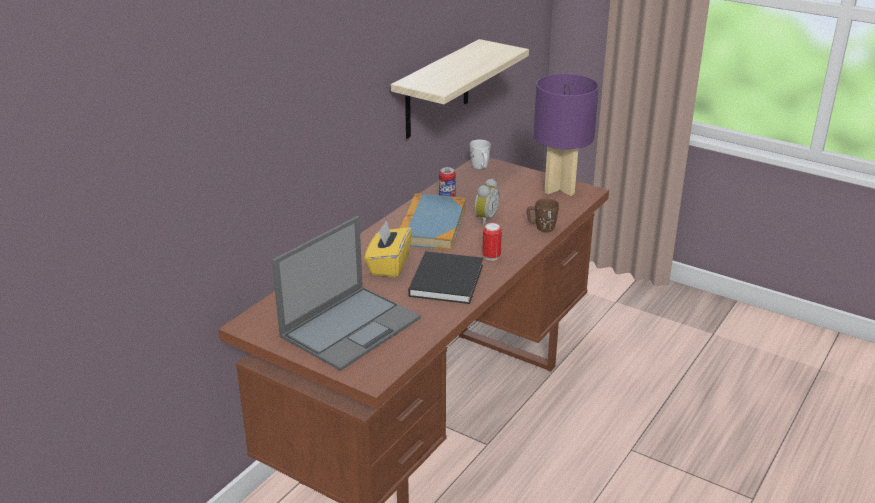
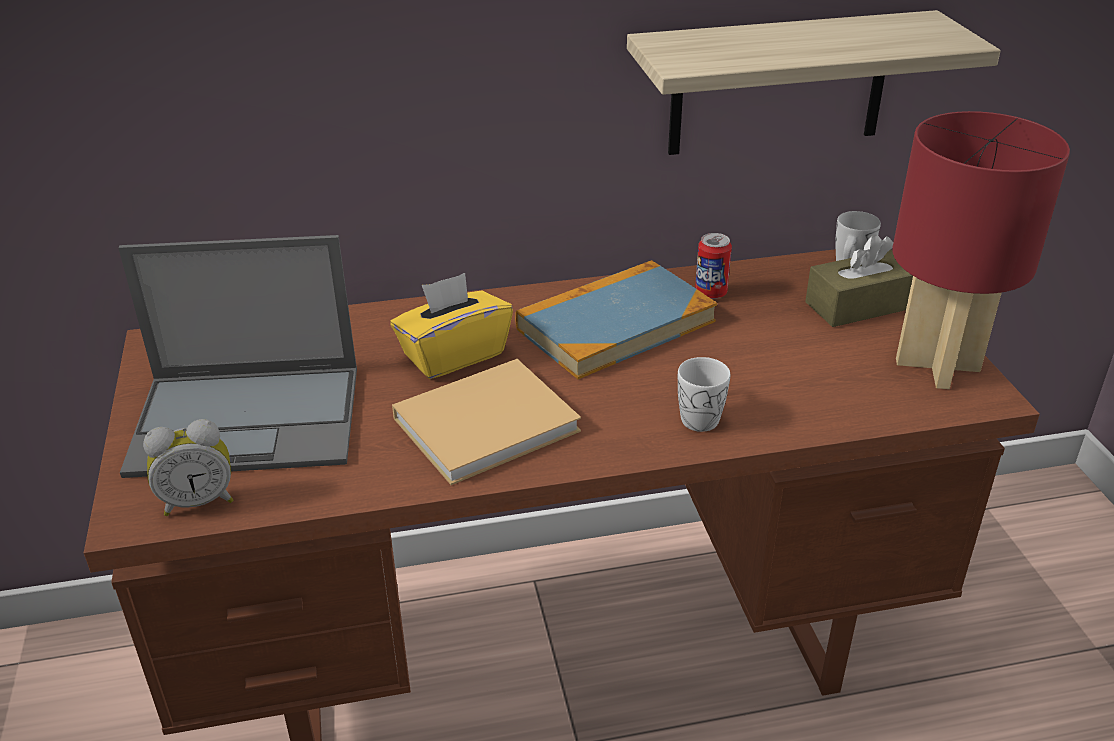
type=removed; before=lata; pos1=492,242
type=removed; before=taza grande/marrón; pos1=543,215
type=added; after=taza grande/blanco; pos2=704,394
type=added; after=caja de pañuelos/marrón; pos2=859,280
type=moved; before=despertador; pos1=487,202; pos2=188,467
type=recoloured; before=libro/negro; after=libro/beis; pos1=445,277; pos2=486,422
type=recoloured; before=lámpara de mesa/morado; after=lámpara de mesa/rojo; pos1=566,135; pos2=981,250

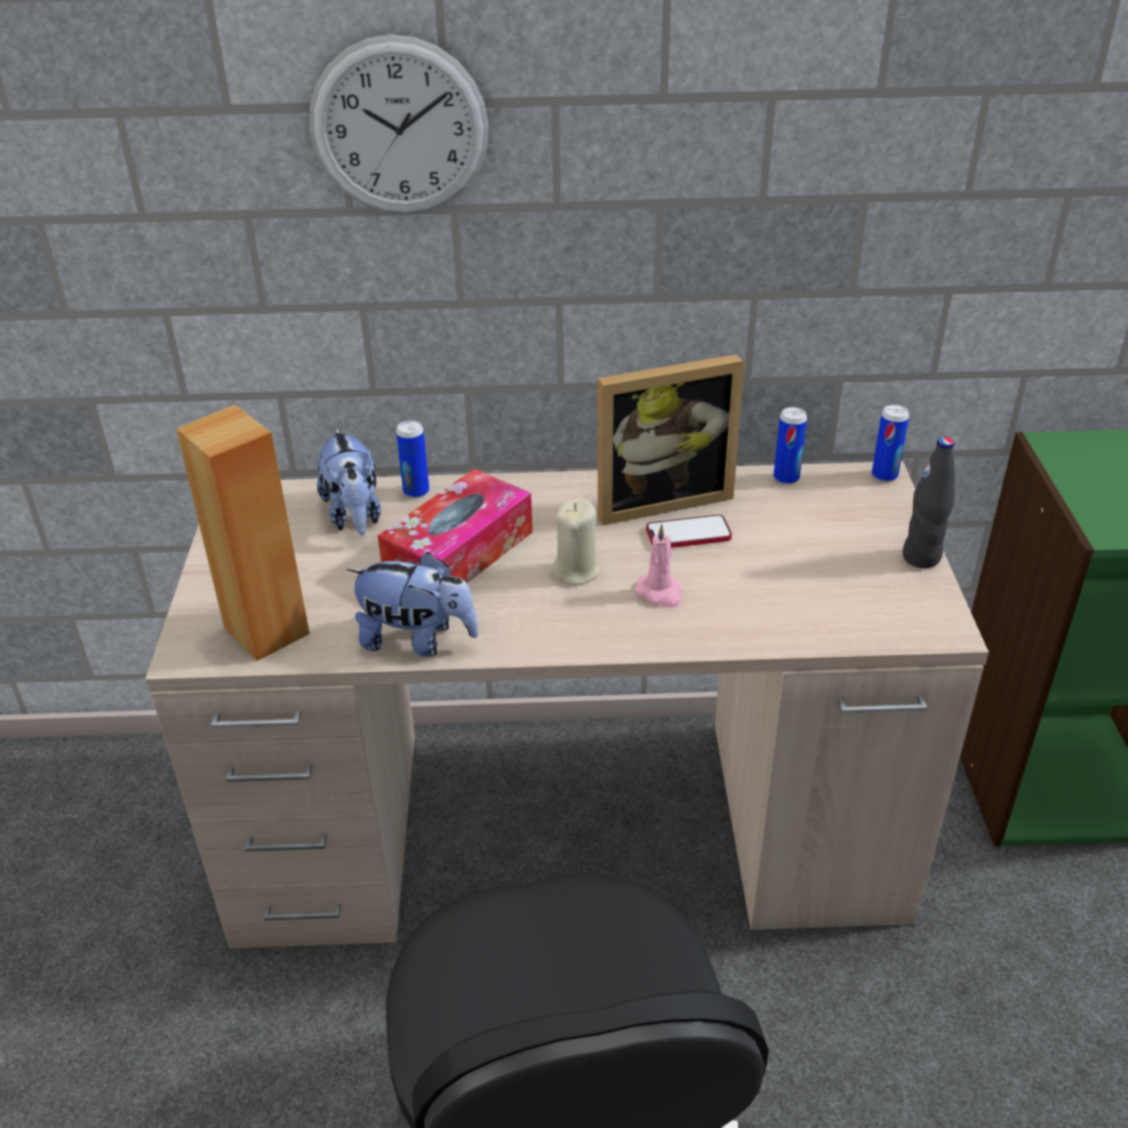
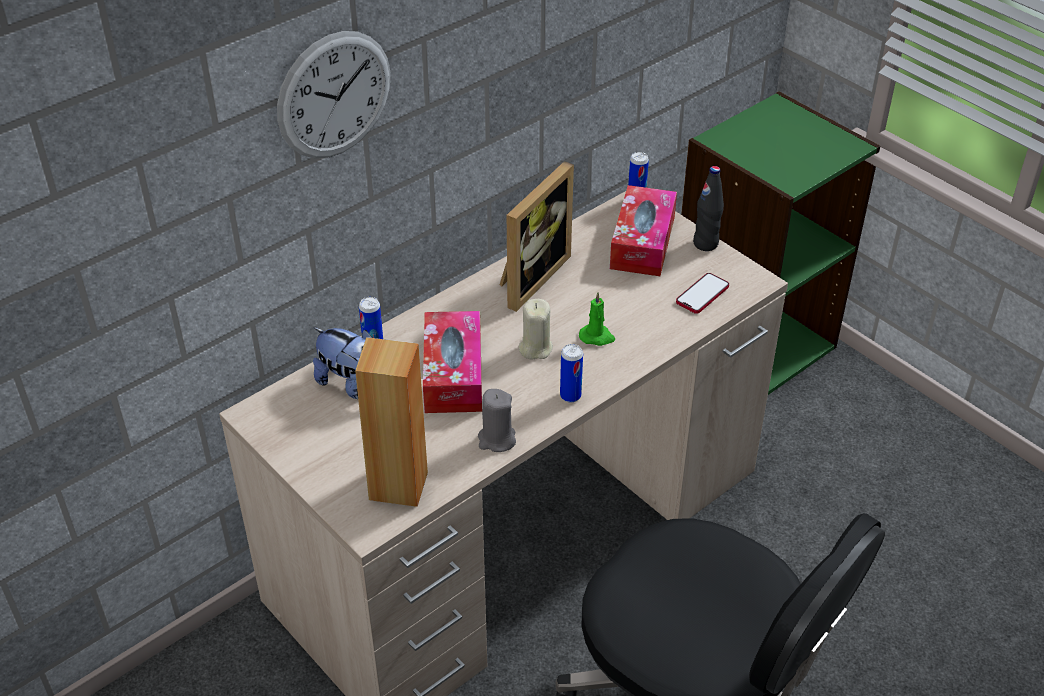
type=added; after=caja de pañuelos; pos2=643,230
type=moved; before=móvil; pos1=689,531; pos2=702,293
type=moved; before=lata; pos1=790,446; pos2=571,373
type=replaced; before=peluche; after=vela/gris; pos1=412,604; pos2=497,420
type=recoloured; before=vela/rosa; after=vela/verde; pos1=658,566; pos2=597,319

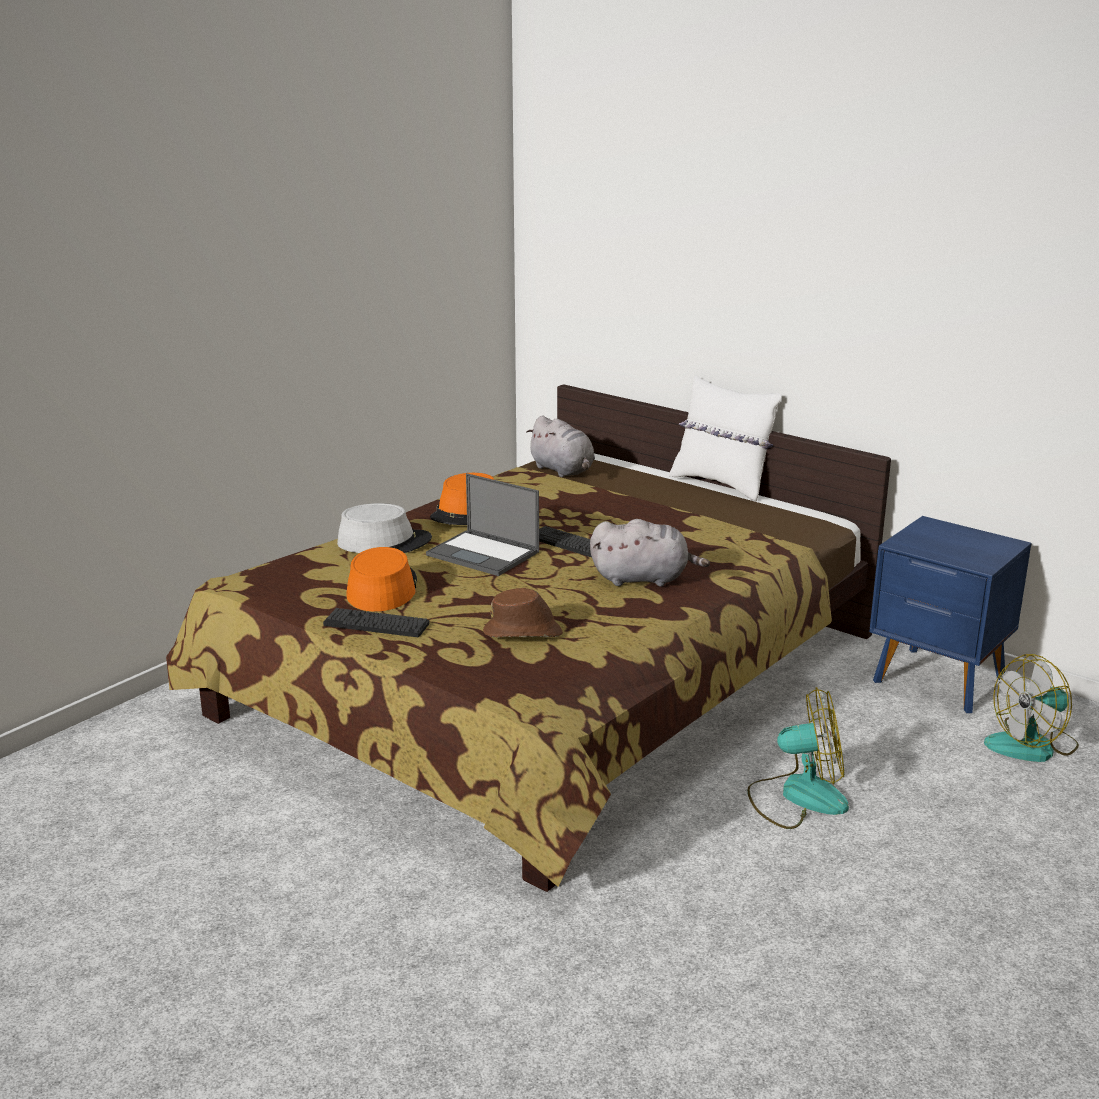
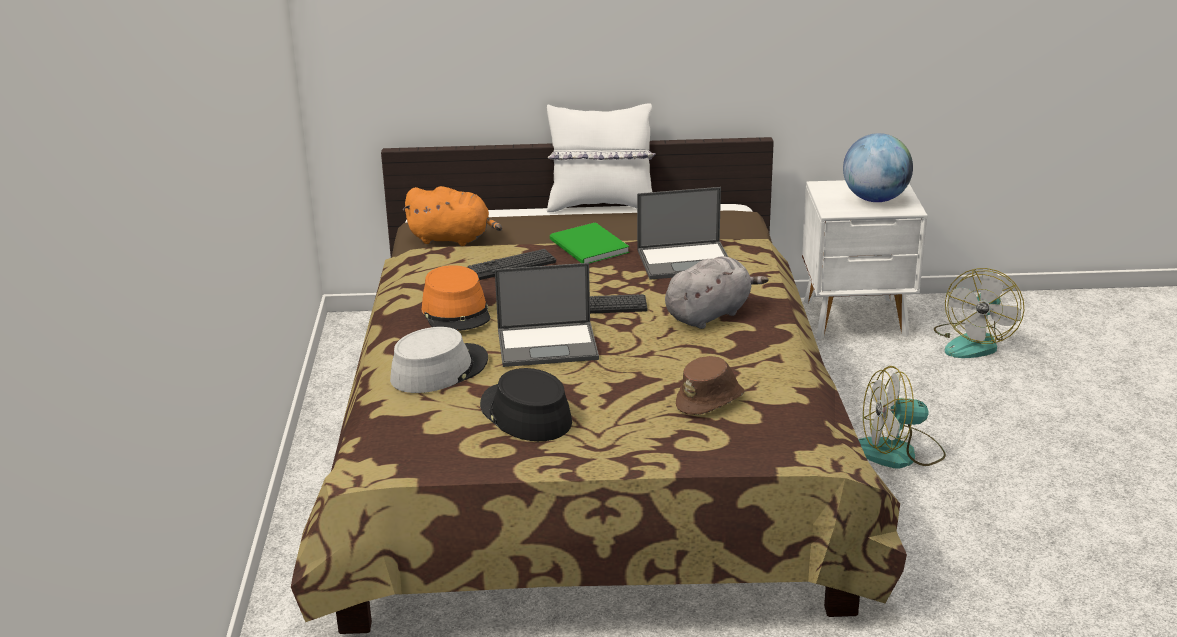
type=added; after=libro/verde; pos2=589,242
type=added; after=portátil; pos2=682,233
type=added; after=globo terráqueo; pos2=878,167
type=moved; before=teclado; pos1=376,622; pos2=511,264
type=recoloured; before=sombrero/naranja; after=sombrero/negro; pos1=381,579; pos2=526,404
type=recoloured; before=peluche/gris; after=peluche/naranja; pos1=560,446; pos2=452,216
type=recoloured; before=mesita de noche/azul; after=mesita de noche/blanco; pos1=951,614; pos2=864,259
type=turned; before=ventilador; pos1=798,758; pos2=902,417; turn=-150

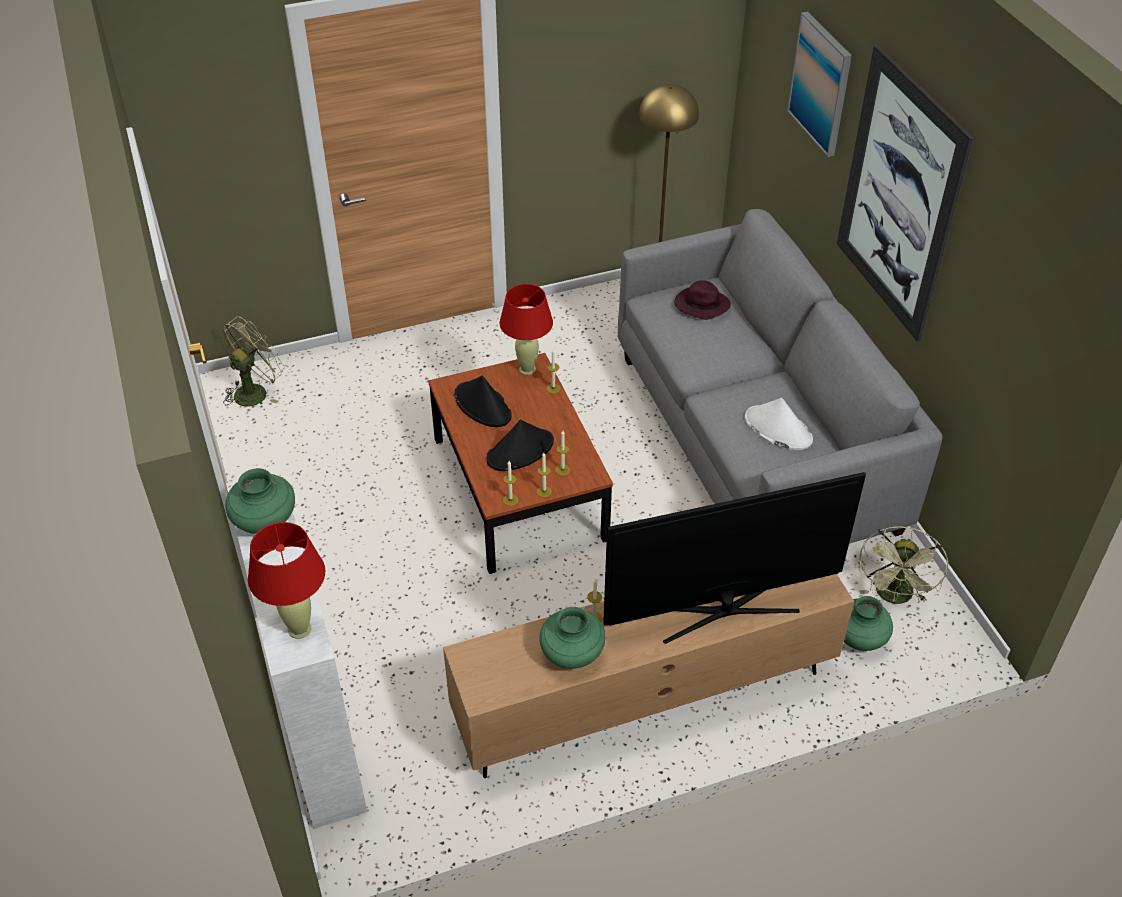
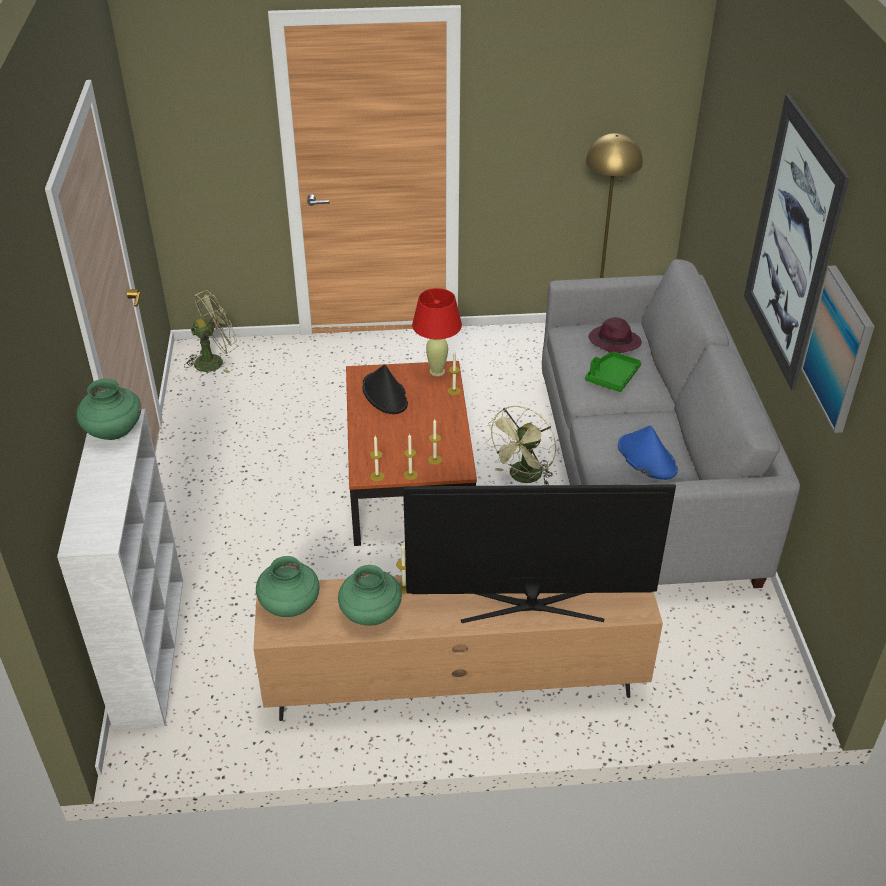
type=removed; before=lámpara de mesa/rojo; pos1=286,580
type=removed; before=sombrero/negro; pos1=520,445
type=added; after=bandeja/verde; pos2=613,372
type=moved; before=cuadro; pos1=819,84; pos2=838,349
type=moved; before=florero/verde; pos1=868,623; pos2=287,586
type=moved; before=ventilador/verde; pos1=904,565; pos2=521,445
type=recoloured; before=sombrero/blanco; after=sombrero/azul; pos1=779,424; pos2=648,452

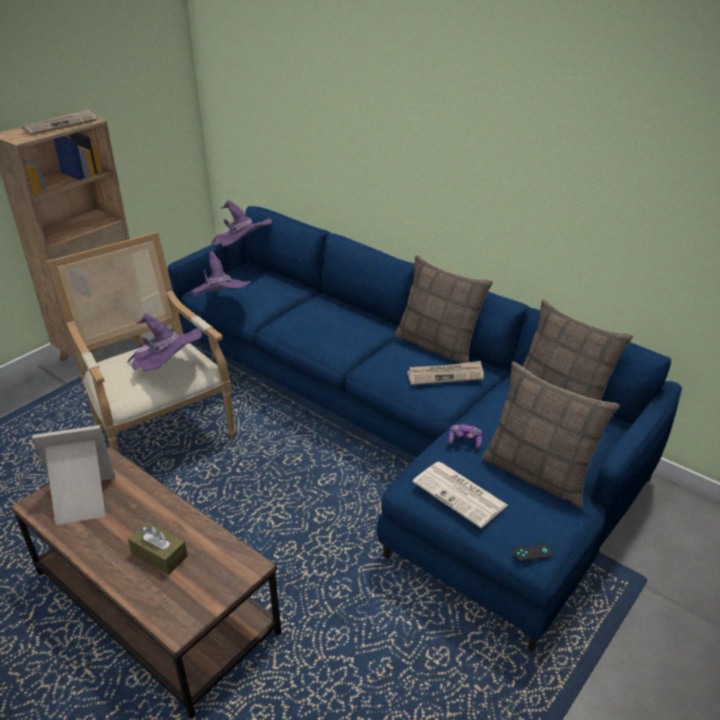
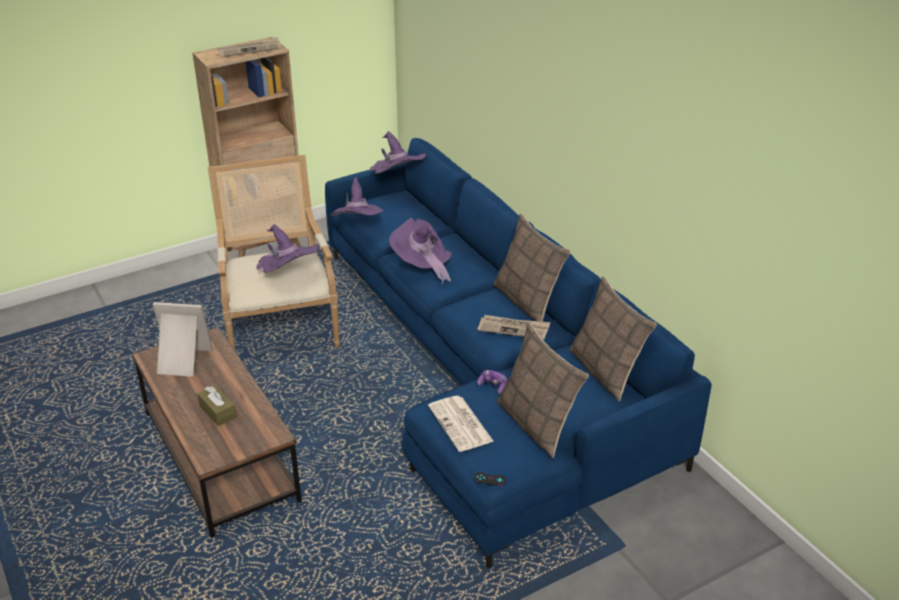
type=added; after=sombrero/morado; pos2=420,251

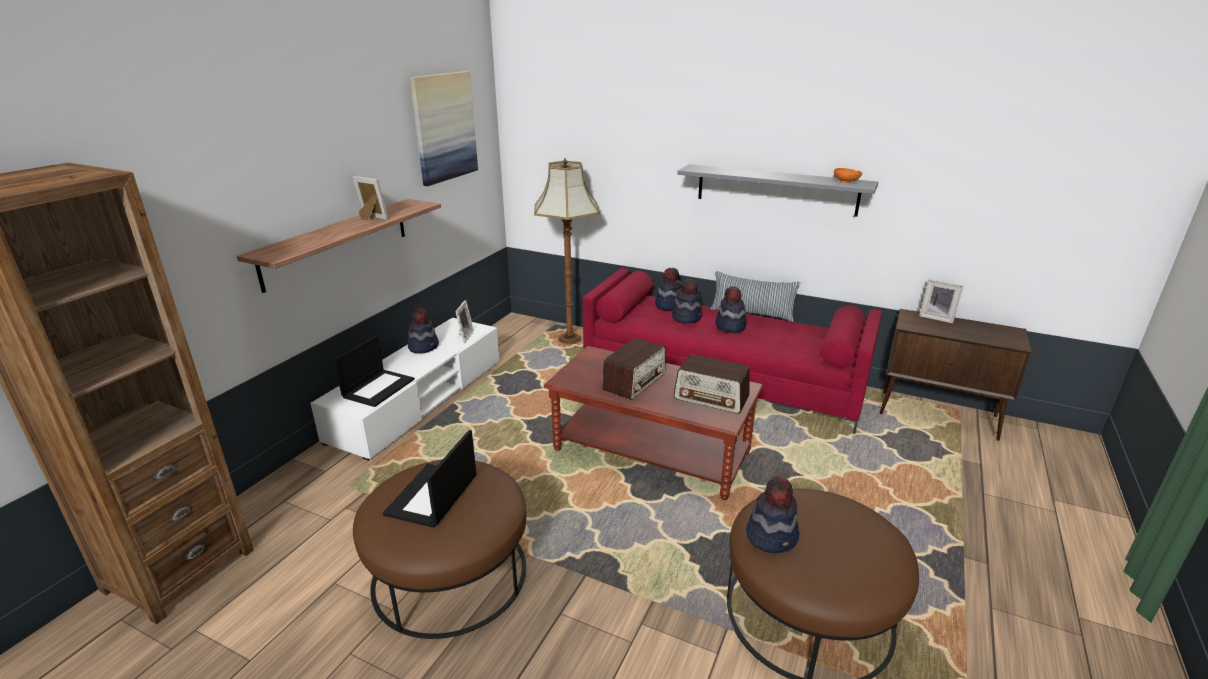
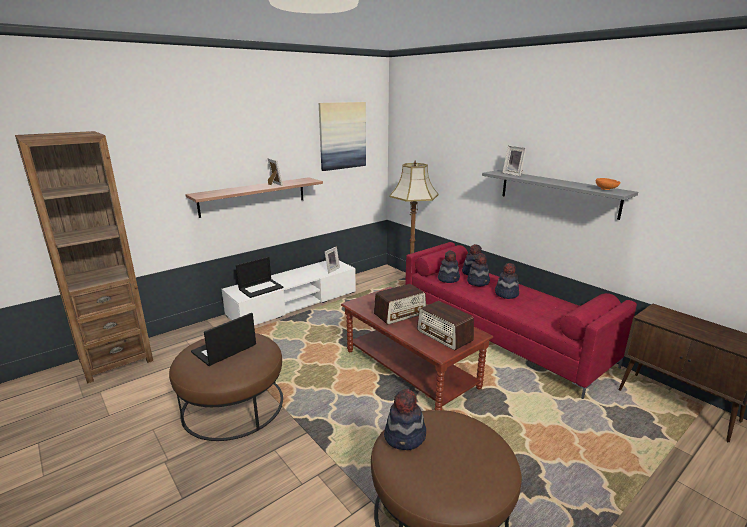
type=removed; before=cojín; pos1=755,296
type=moved; before=sombrero; pos1=423,330; pos2=449,266
type=moved; before=portarretratos; pos1=941,301; pos2=514,161

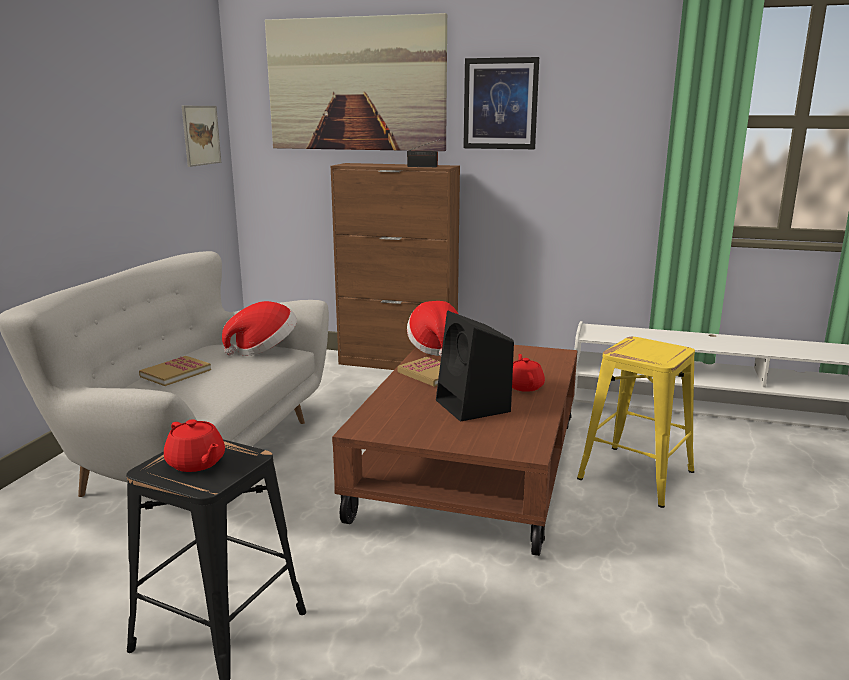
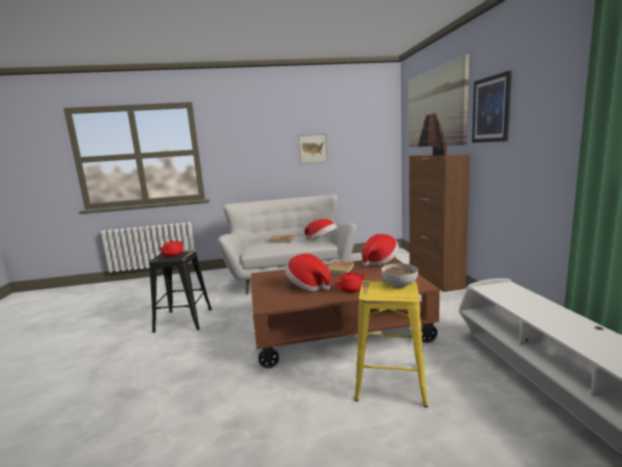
type=added; after=cuenco; pos2=399,275
type=moved; before=cuadro; pos1=201,136; pos2=313,149
type=replaced; before=altavoz/negro; after=sombrero; pos1=475,366; pos2=308,272

